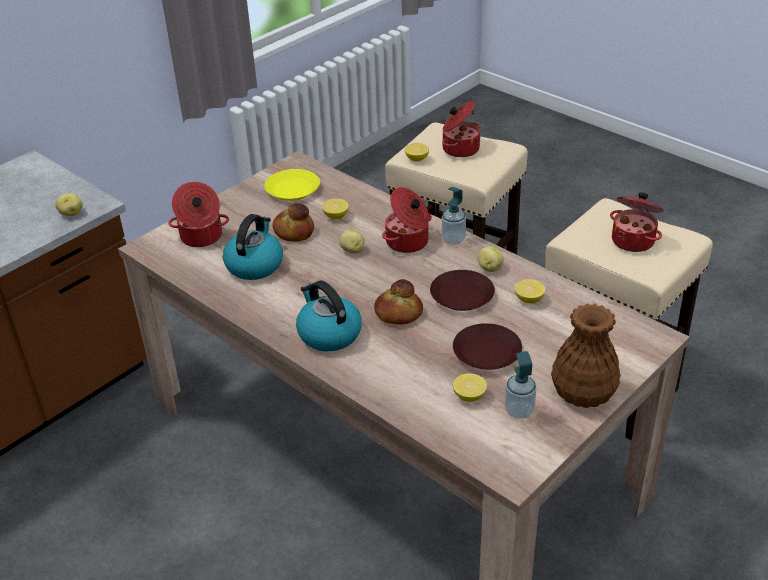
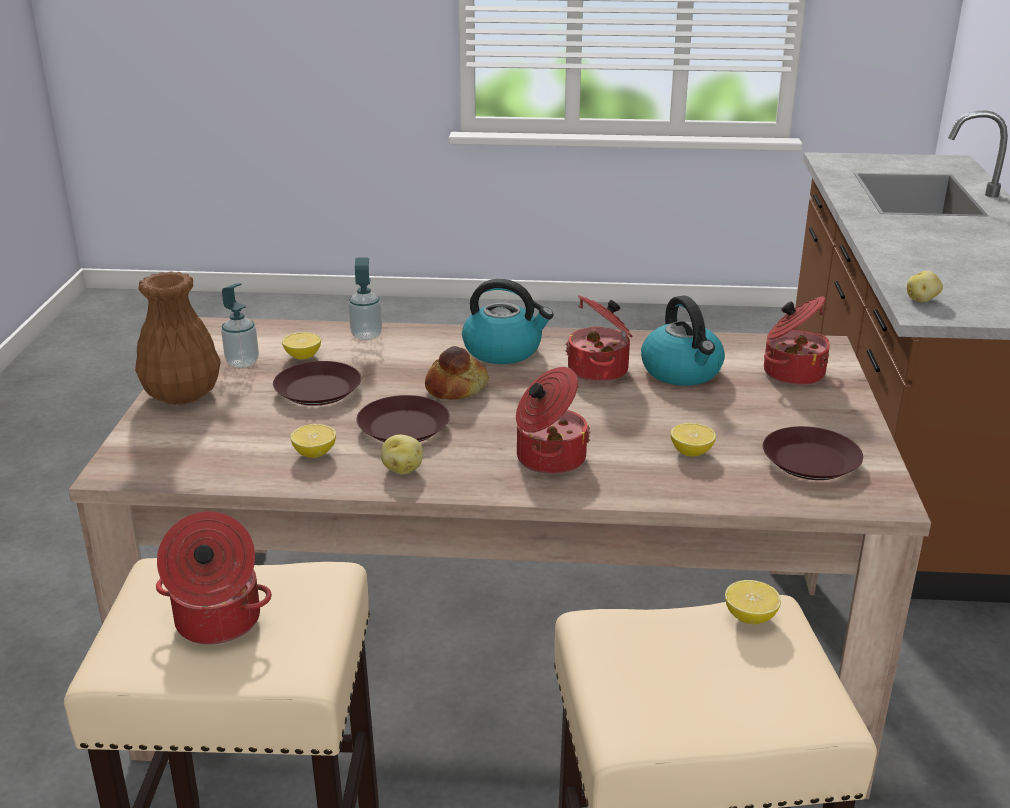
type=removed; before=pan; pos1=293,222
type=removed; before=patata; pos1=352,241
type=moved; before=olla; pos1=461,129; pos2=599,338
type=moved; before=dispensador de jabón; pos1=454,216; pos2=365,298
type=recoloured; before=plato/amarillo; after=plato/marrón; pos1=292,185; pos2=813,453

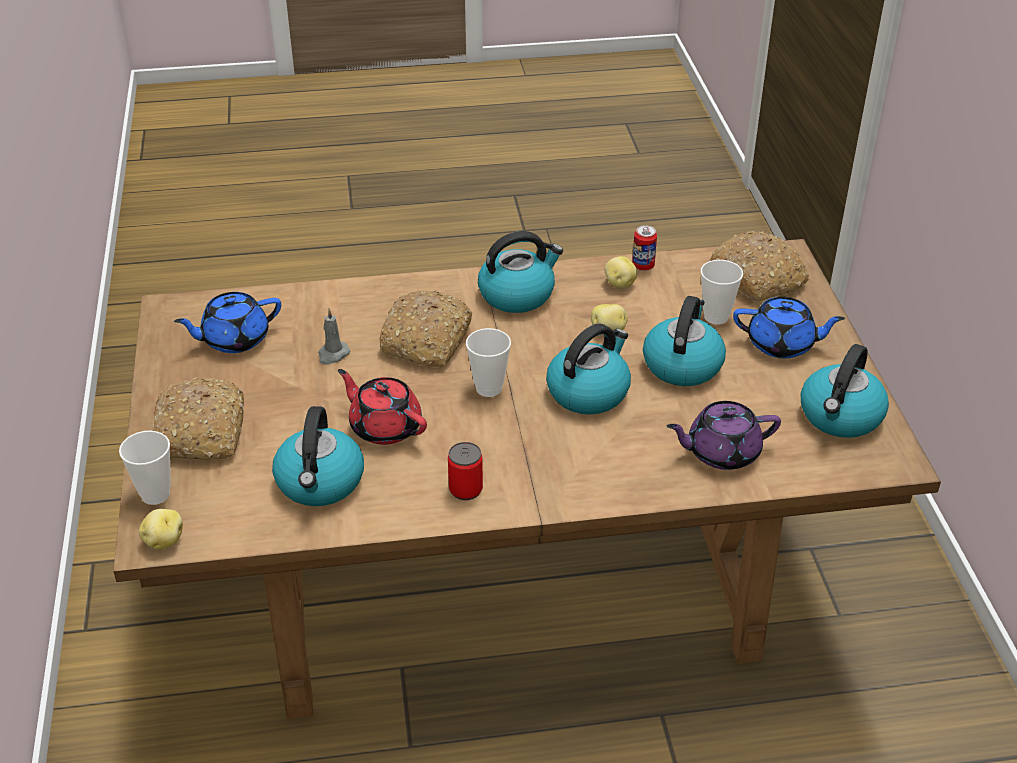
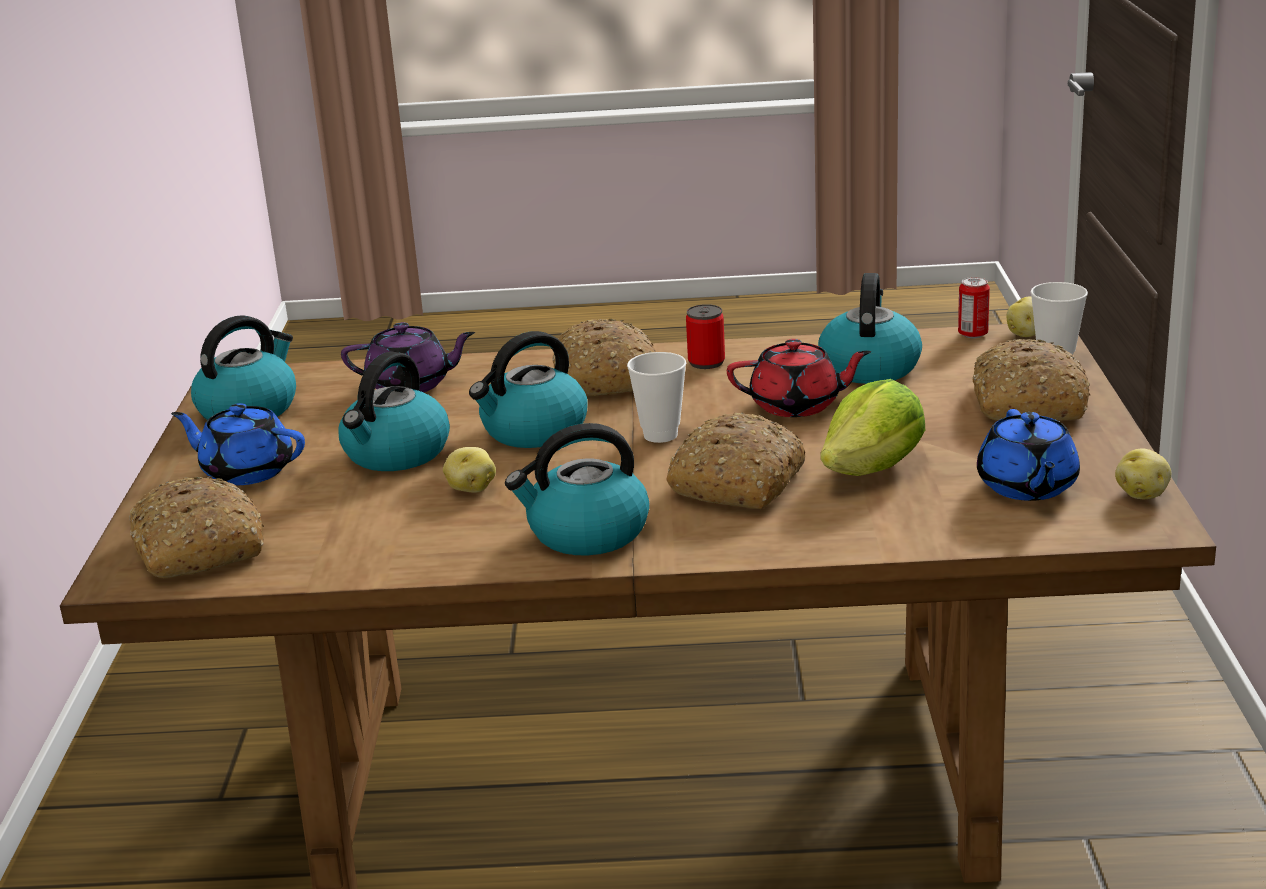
type=removed; before=taza; pos1=721,292
type=added; after=pan; pos2=604,357
type=moved; before=patata; pos1=621,272; pos2=1143,473
type=moved; before=lata; pos1=644,248; pos2=974,307
type=replaced; before=vela/gris; after=lechuga; pos1=334,336; pos2=873,427
type=turned; before=tetera/azul; pos1=227,322; pos2=1028,455; turn=105
type=turned; before=tetera/rojo; pos1=382,407; pos2=799,378; turn=-45

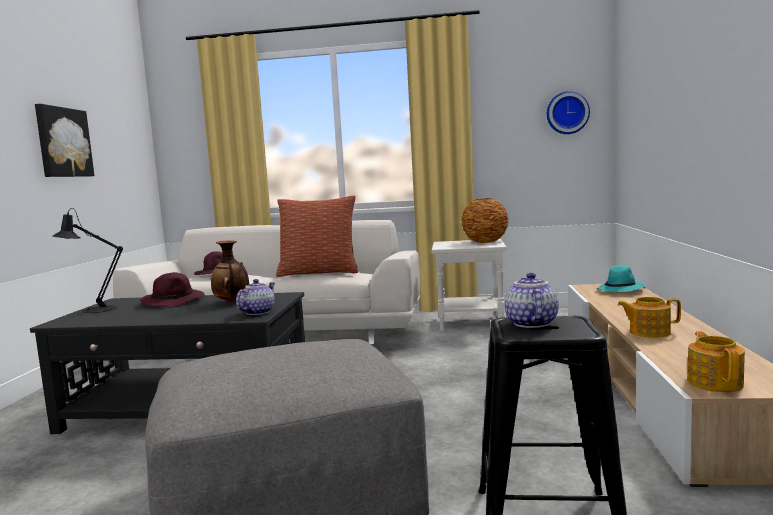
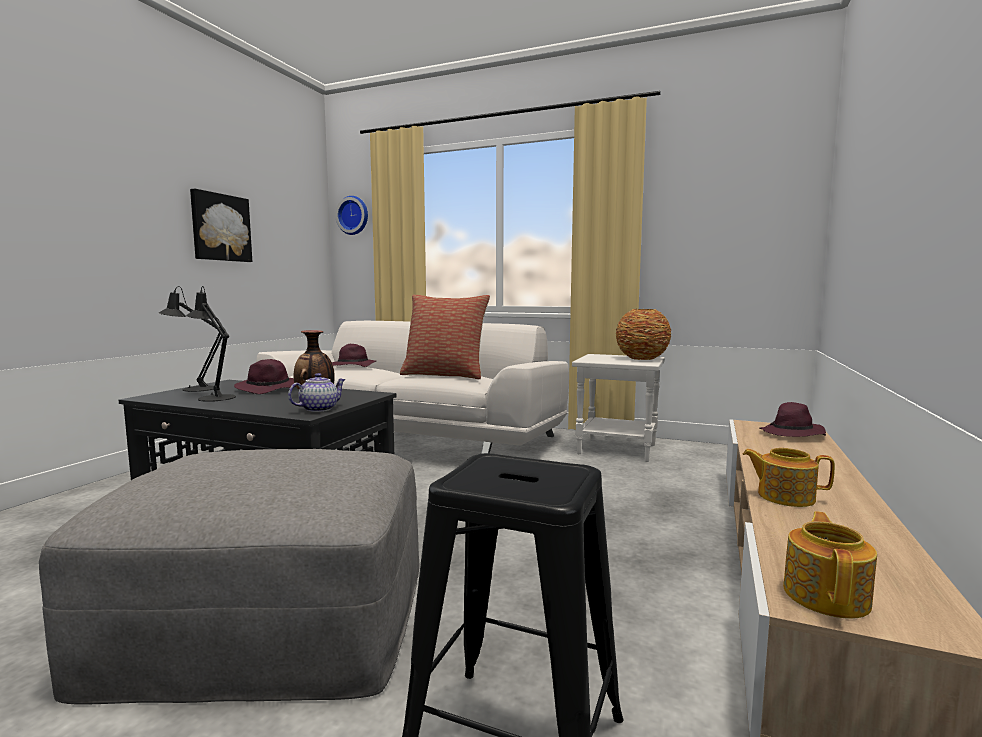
type=removed; before=tetera; pos1=532,300
type=added; after=lámpara de mesa/negro; pos2=211,344
type=moved; before=reloj de pared; pos1=568,112; pos2=351,215
type=recoloured; before=sombrero/turquesa; after=sombrero/morado; pos1=621,278; pos2=793,419

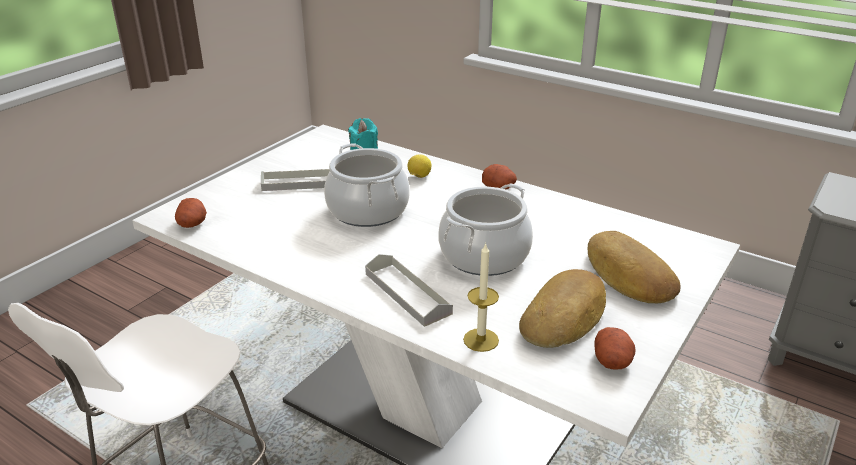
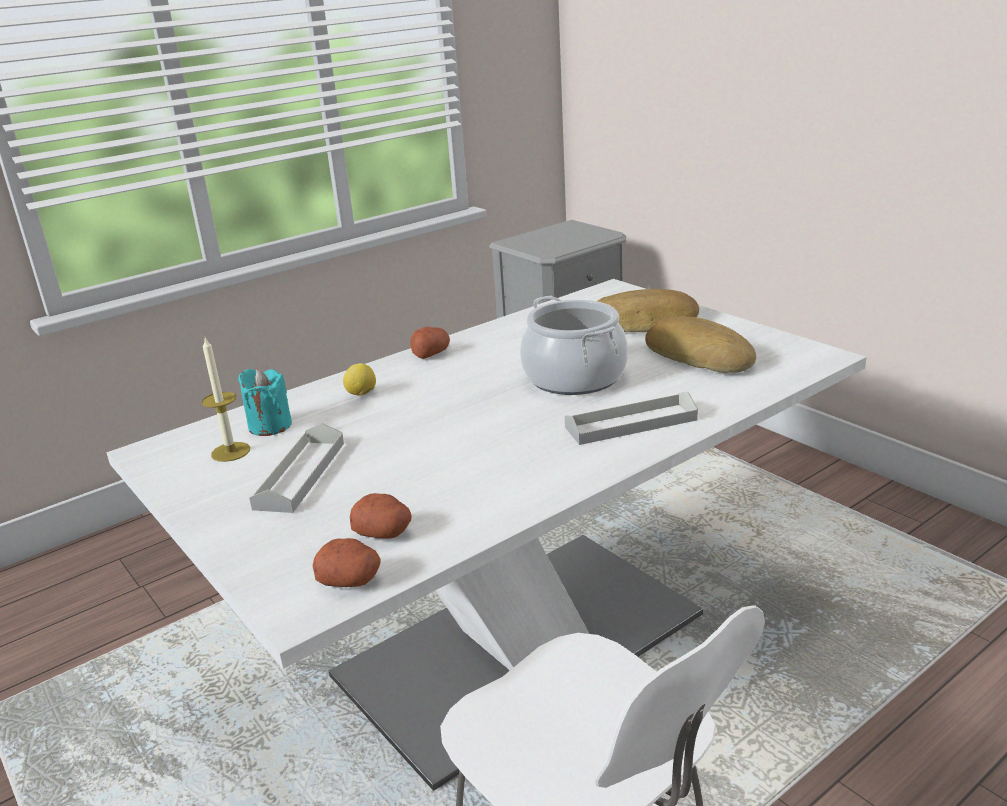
type=removed; before=olla; pos1=367,185
type=moved; before=vela; pos1=481,297; pos2=226,400
type=moved; before=patata; pos1=615,348; pos2=381,516

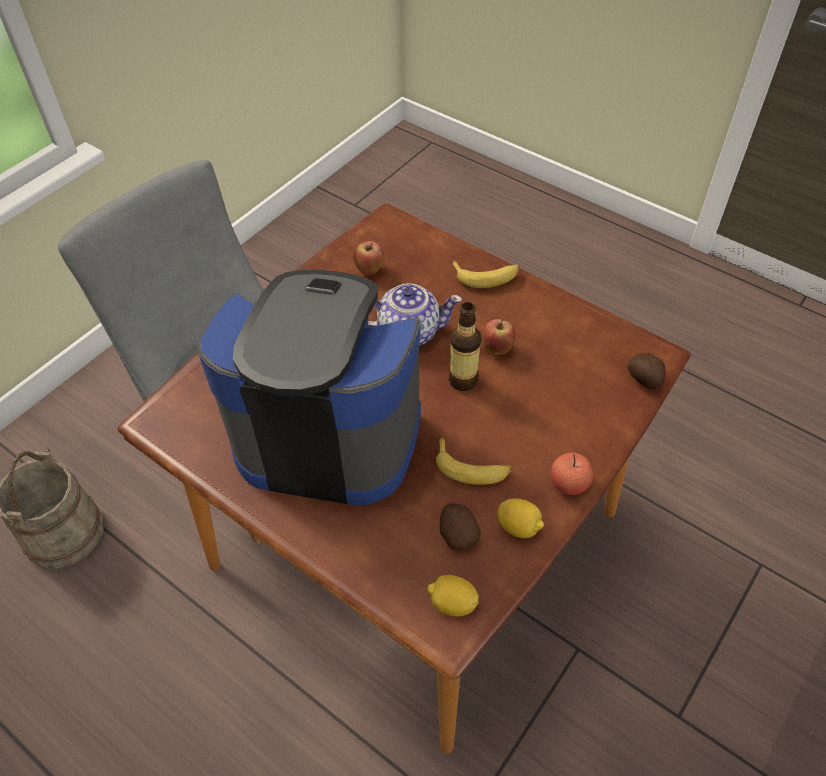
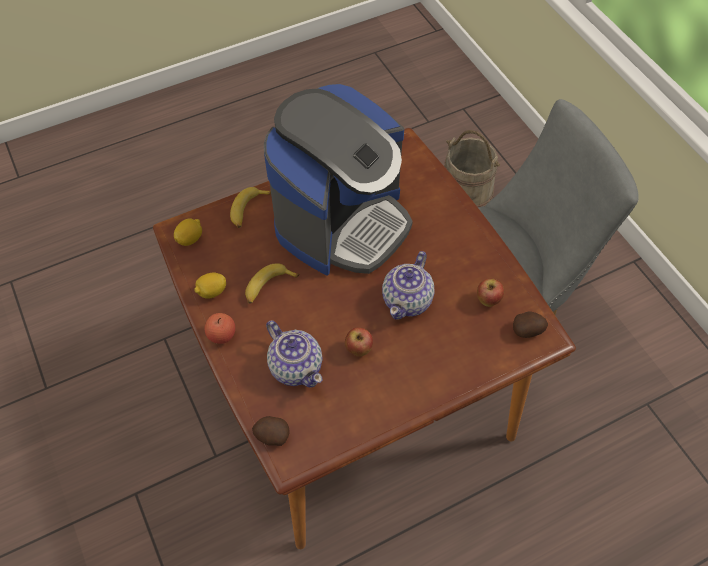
type=removed; before=botella; pos1=465,346
type=added; after=tetera; pos2=294,354
type=moved; before=patata; pos1=460,527; pos2=530,324
type=moved; before=plátano; pos1=485,274; pos2=250,207

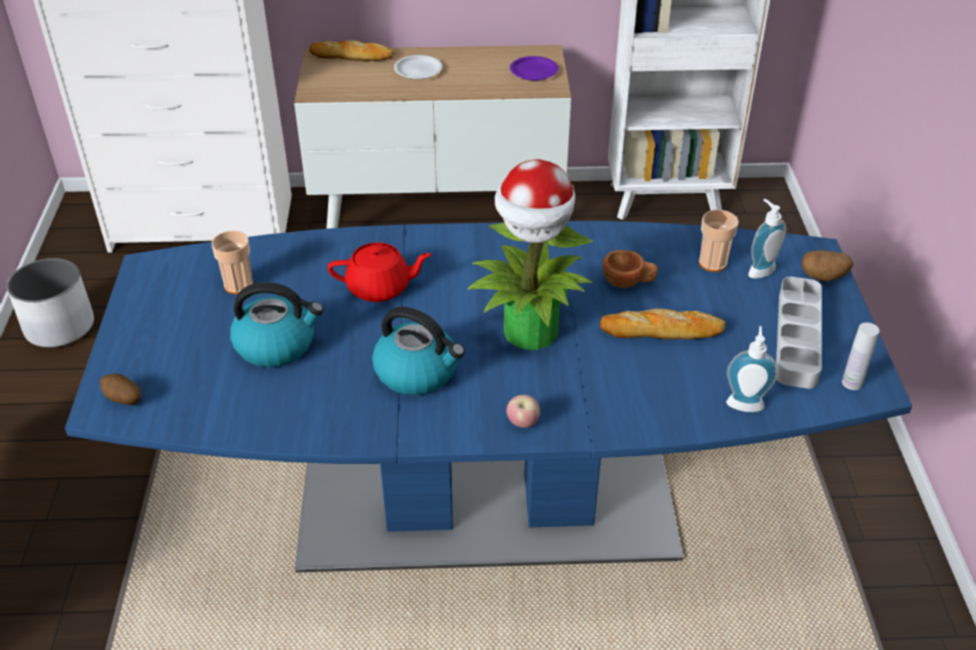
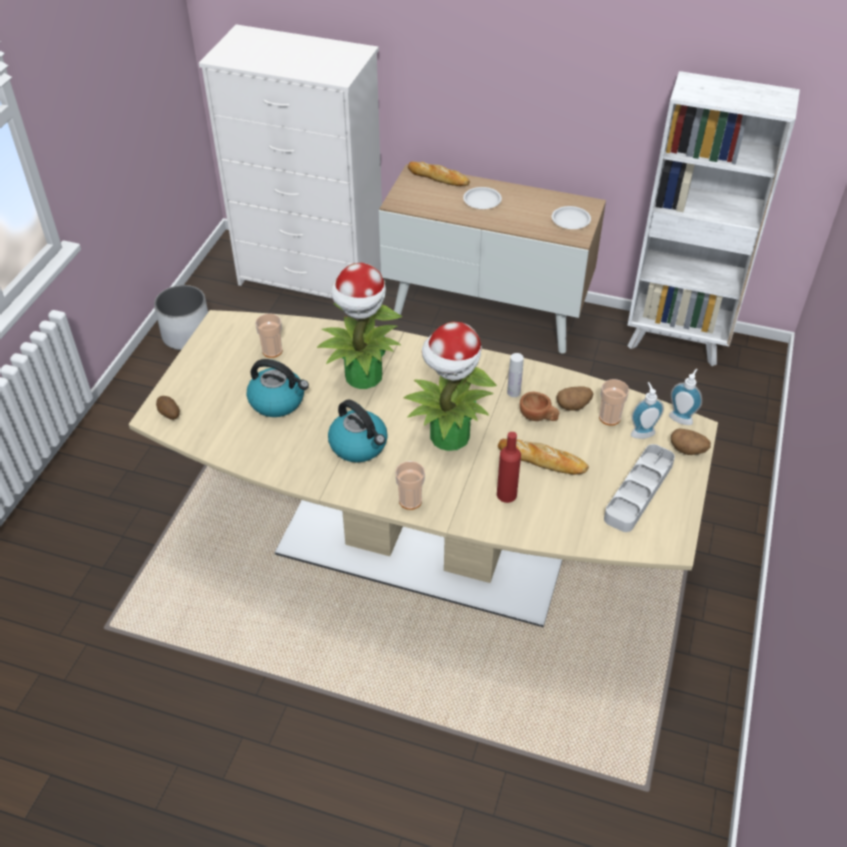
type=added; after=botella/rojo; pos2=509,467
type=added; after=patata; pos2=574,398
type=moved; before=dispensador de jabón; pos1=752,369; pos2=685,396
type=moved; before=botella/blanco; pos1=860,356; pos2=515,375
type=replaced; before=tetera/rojo; after=planta en maceta; pos1=379,272; pos2=359,325
type=replaced; before=manzana; after=taza; pos1=523,411; pos2=410,485
type=recoloured; before=mesa de comedor/azul; after=mesa de comedor/beis; pos1=488,396; pos2=423,468
type=recoloured; before=plato/morado; after=plato/blanco; pos1=534,68; pos2=571,217

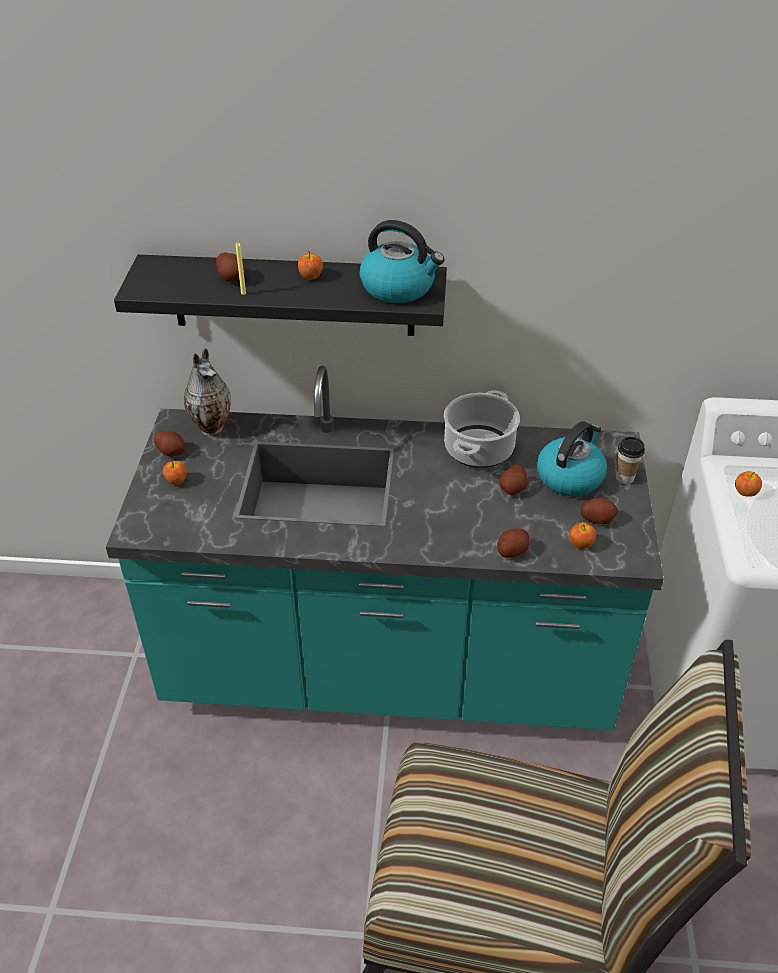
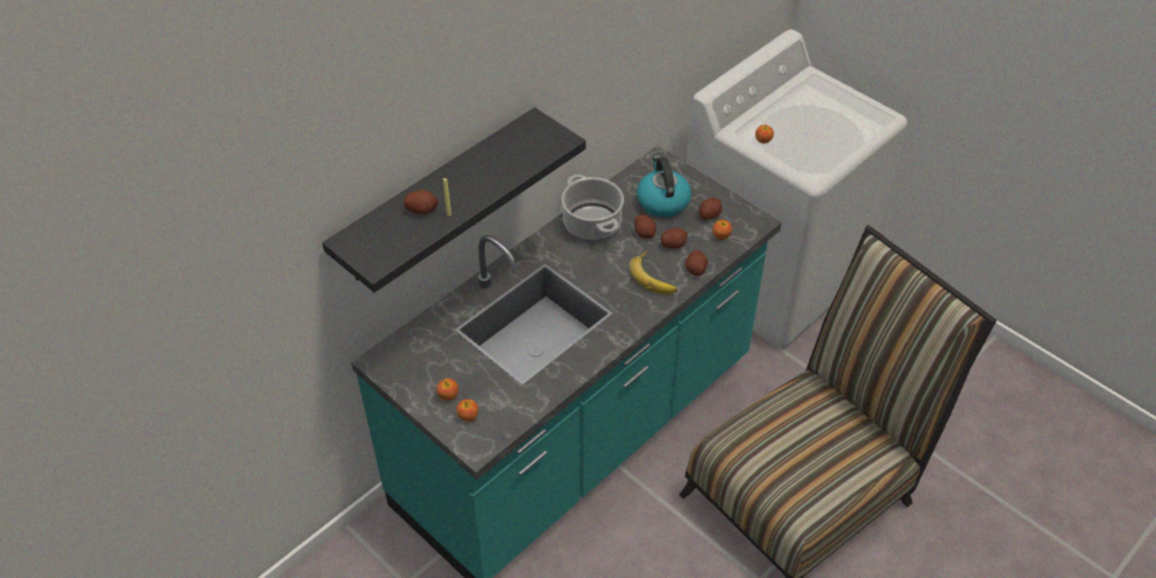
type=removed; before=florero; pos1=207,392
type=removed; before=hervidor; pos1=402,261
type=removed; before=taza; pos1=630,460
type=added; after=plátano; pos2=653,273
type=moved; before=patata; pos1=169,444; pos2=674,238
type=moved; before=manzana; pos1=310,265; pos2=467,410

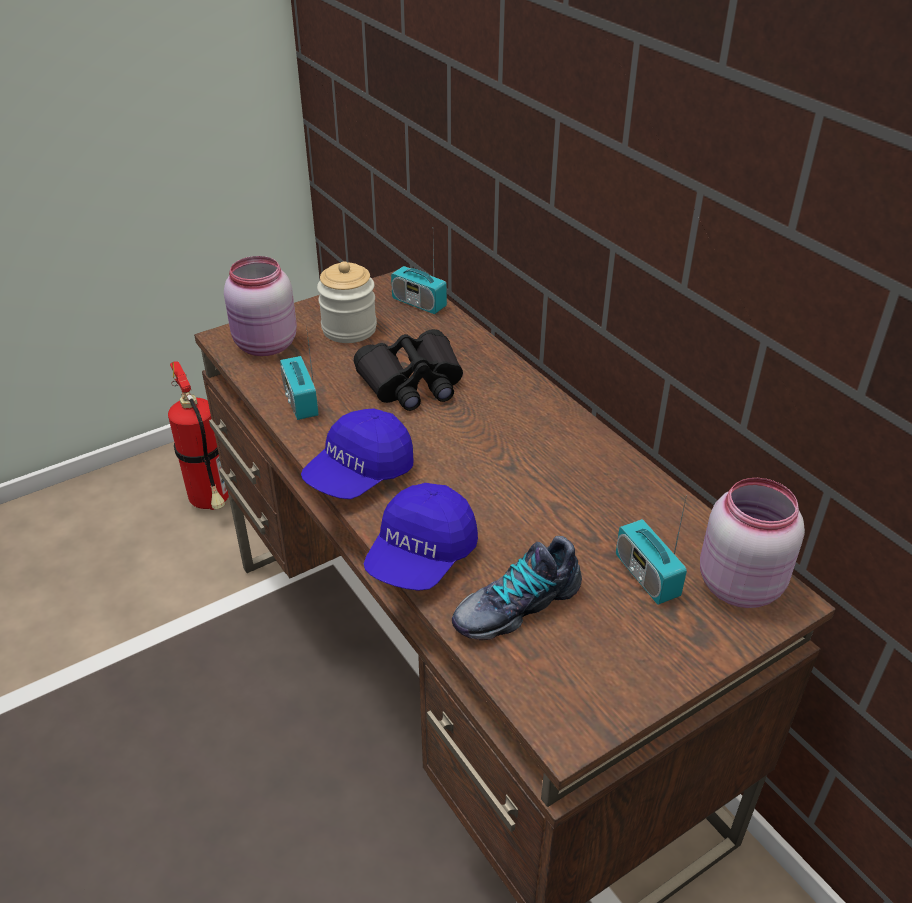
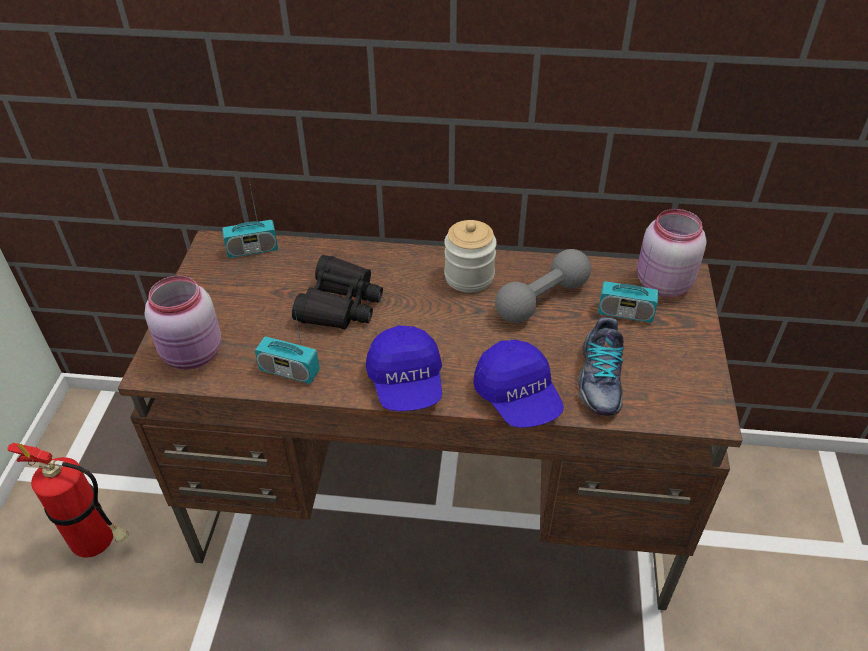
type=added; after=mancuerna/gris; pos2=543,286
type=moved; before=tarro; pos1=347,302; pos2=470,256

